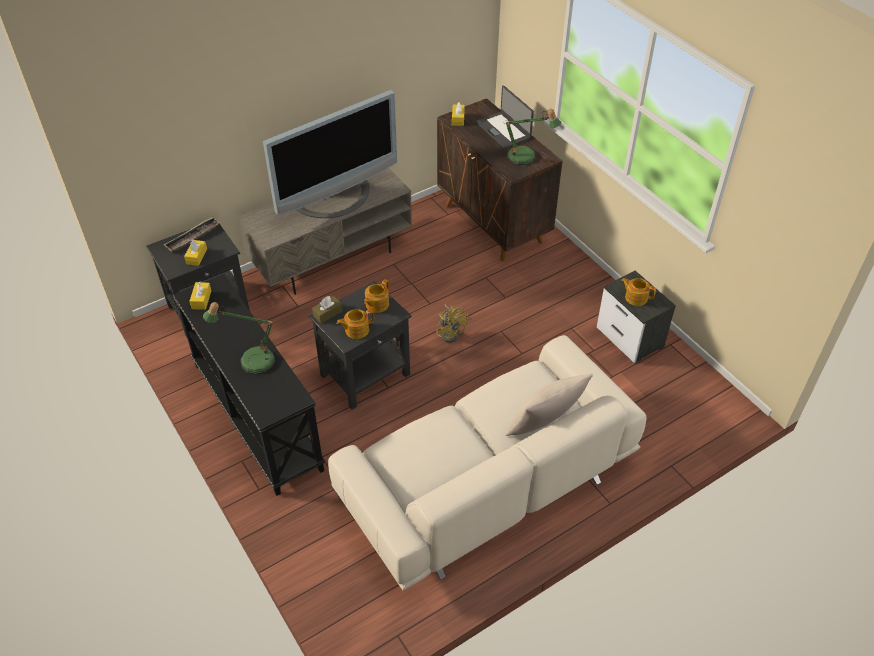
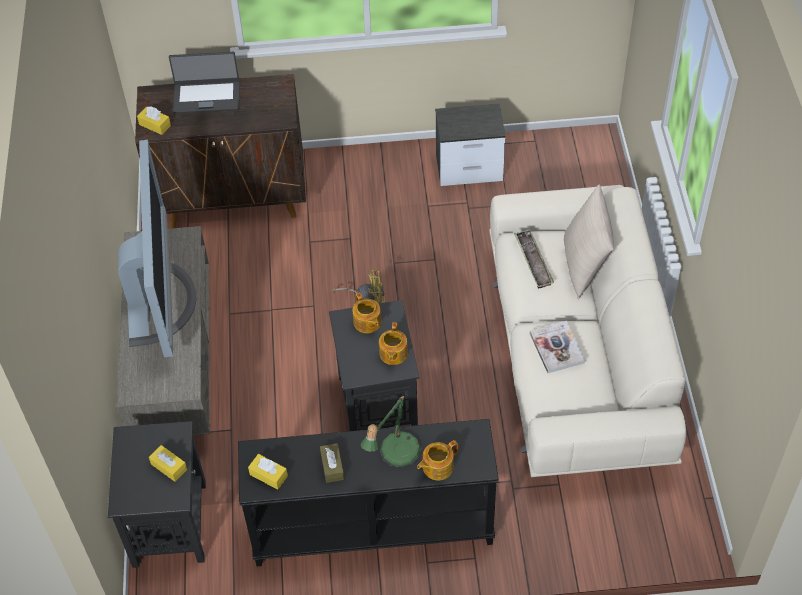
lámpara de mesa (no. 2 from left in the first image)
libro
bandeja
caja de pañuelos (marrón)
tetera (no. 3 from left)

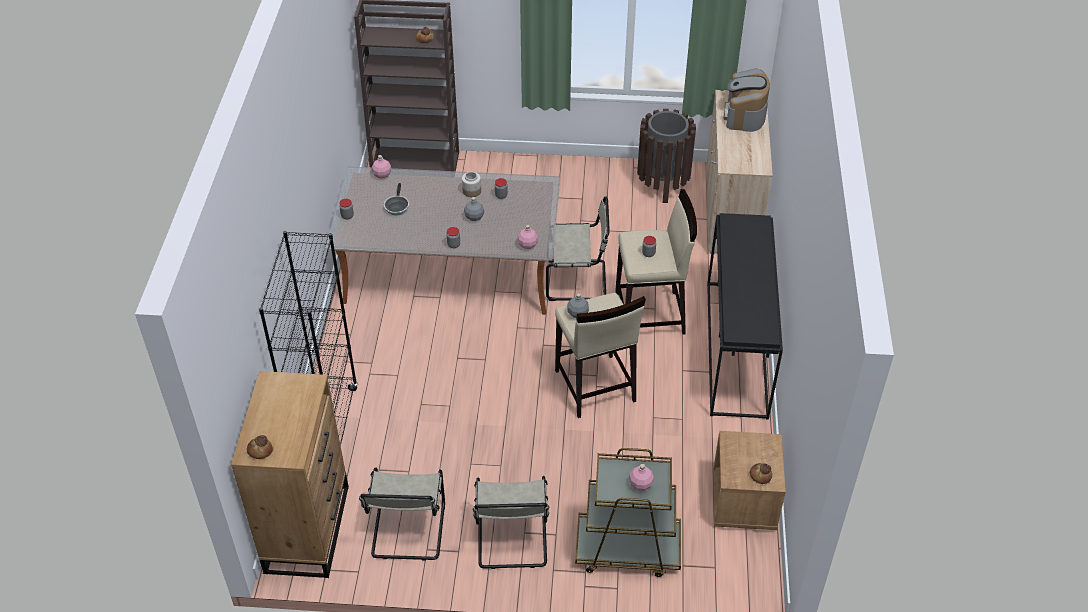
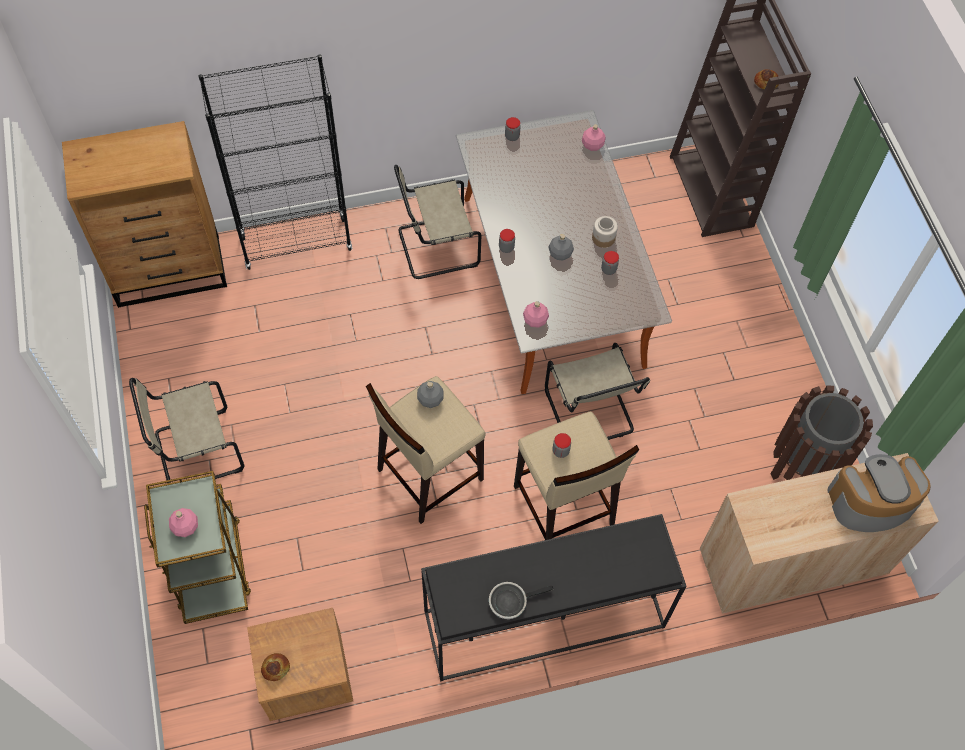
pan (no. 1 from left in the first image)
silla (beis) (no. 2 from left)
sartén

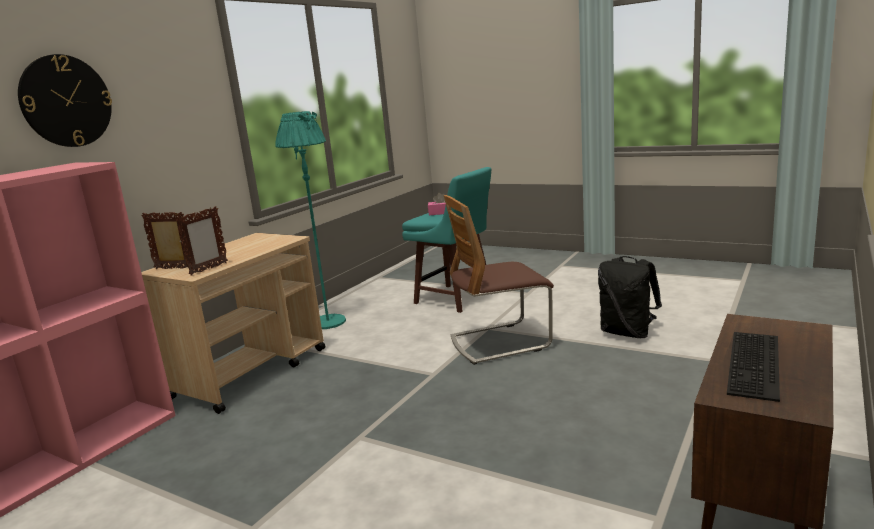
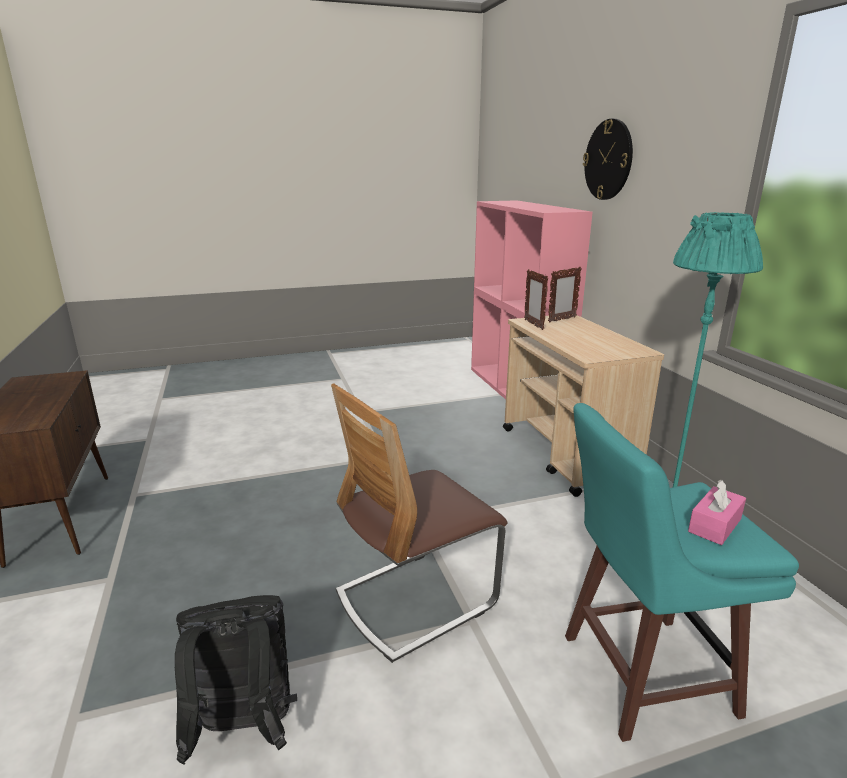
teclado
silla

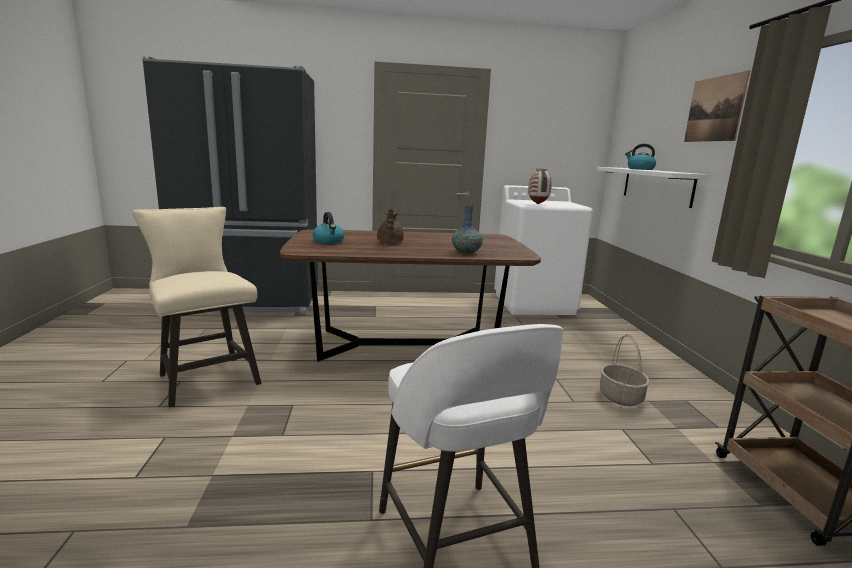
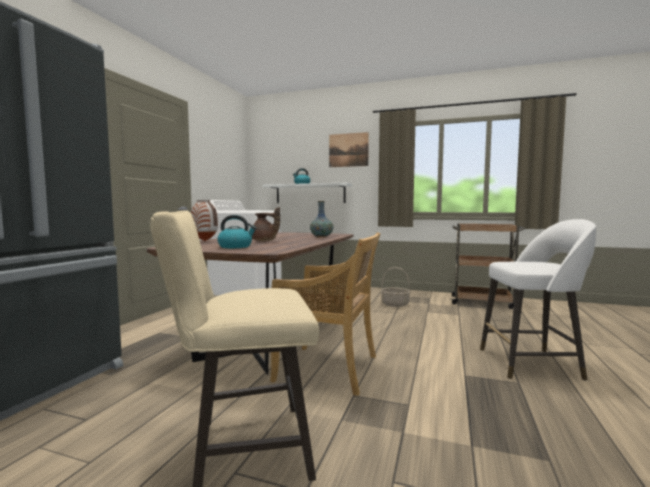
silla (beis)
florero (no. 1 from left)

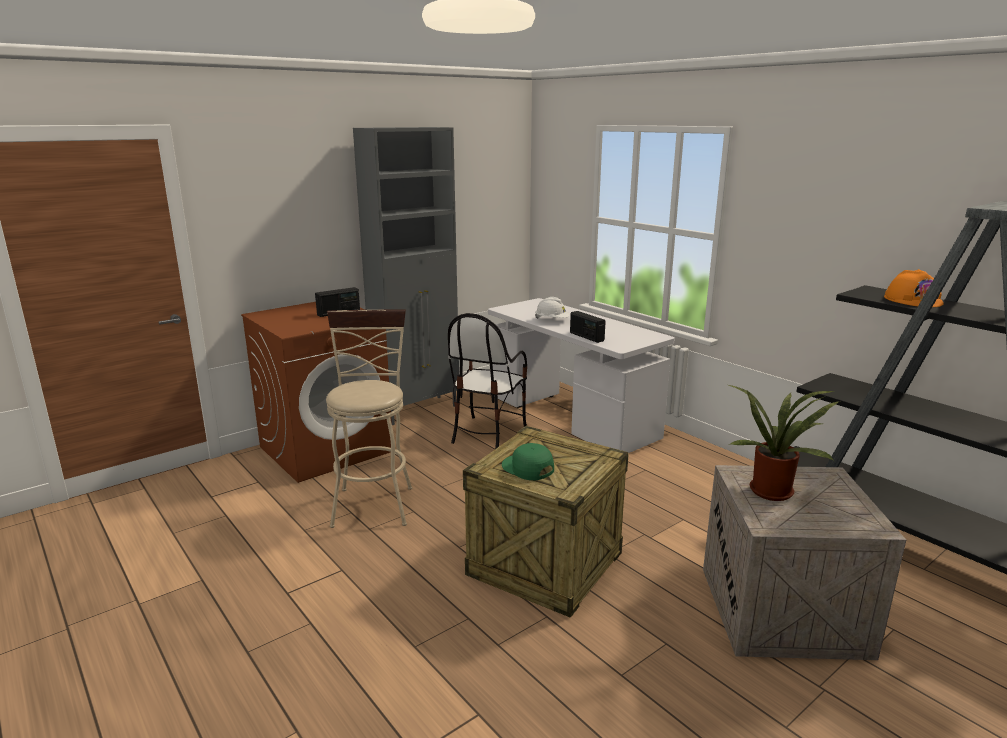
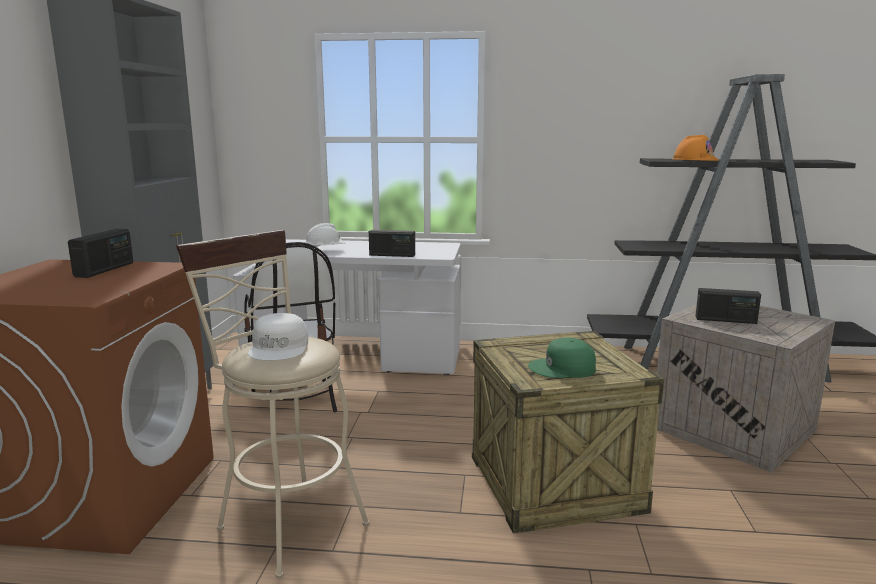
gorra (blanco)
radio (no. 3 from left)

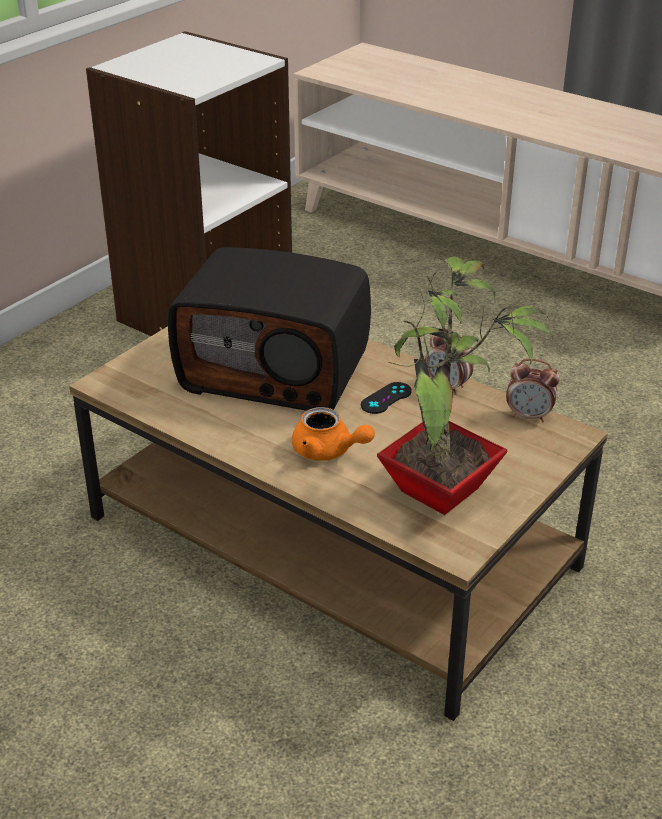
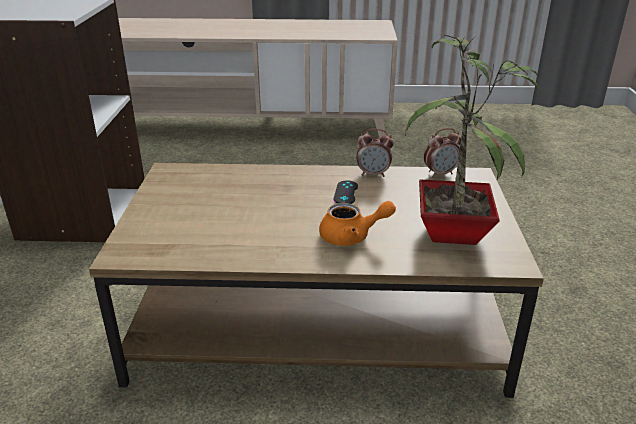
radio

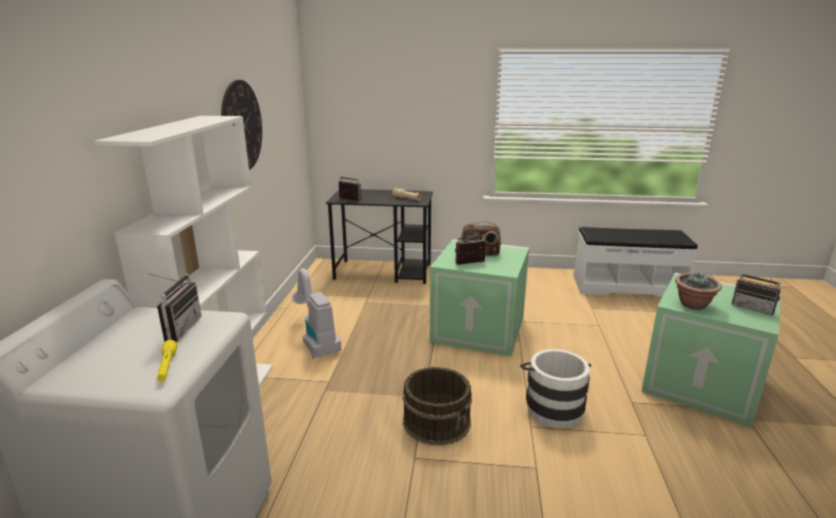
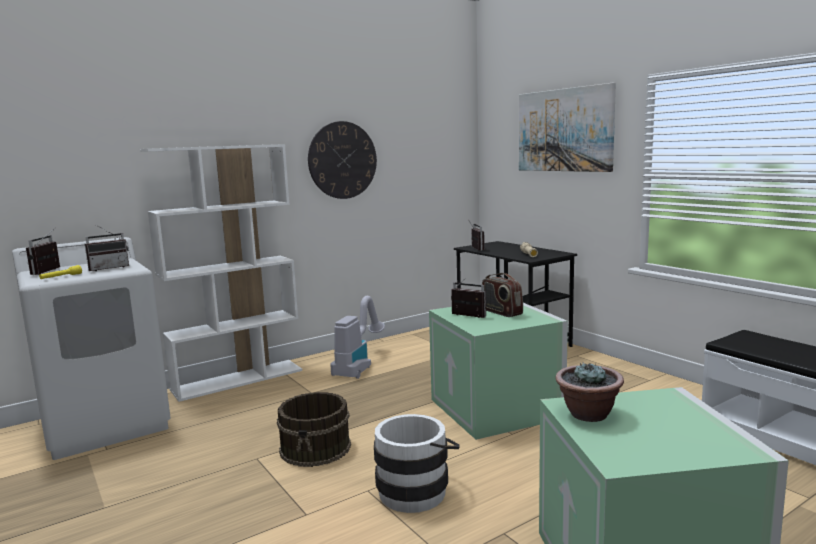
cuadro
radio (no. 1 from left)

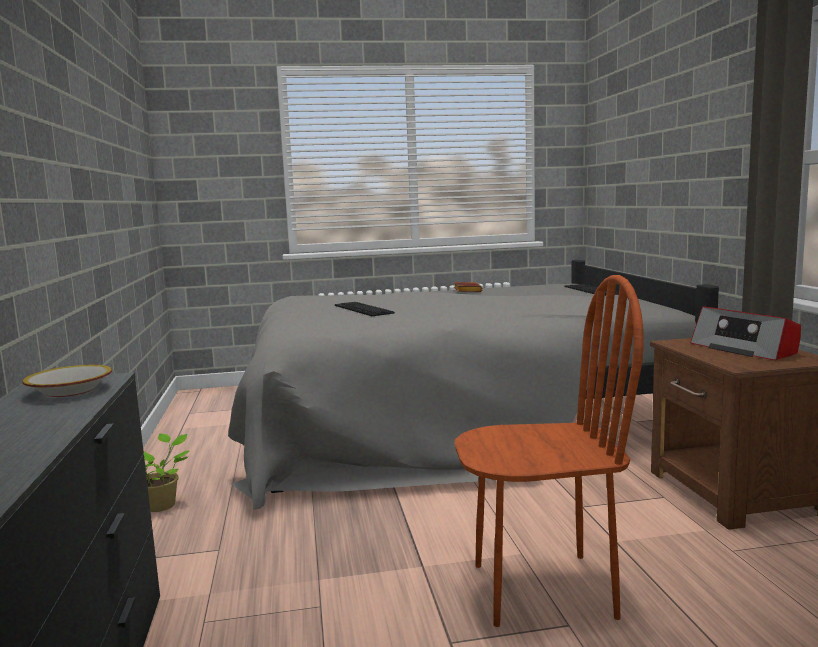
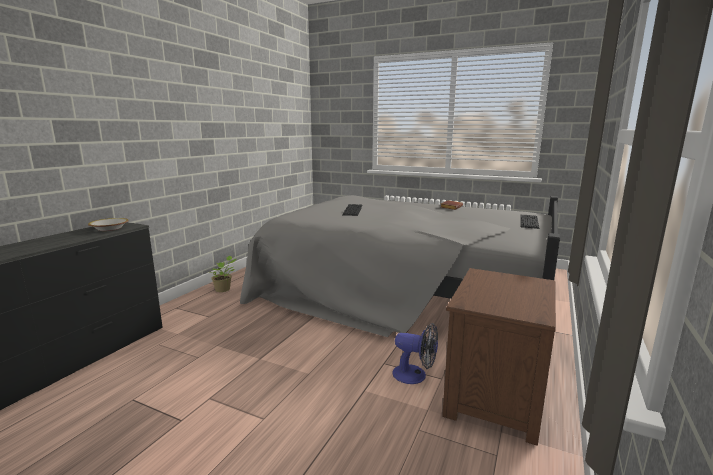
silla (marrón)
radio
ventilador

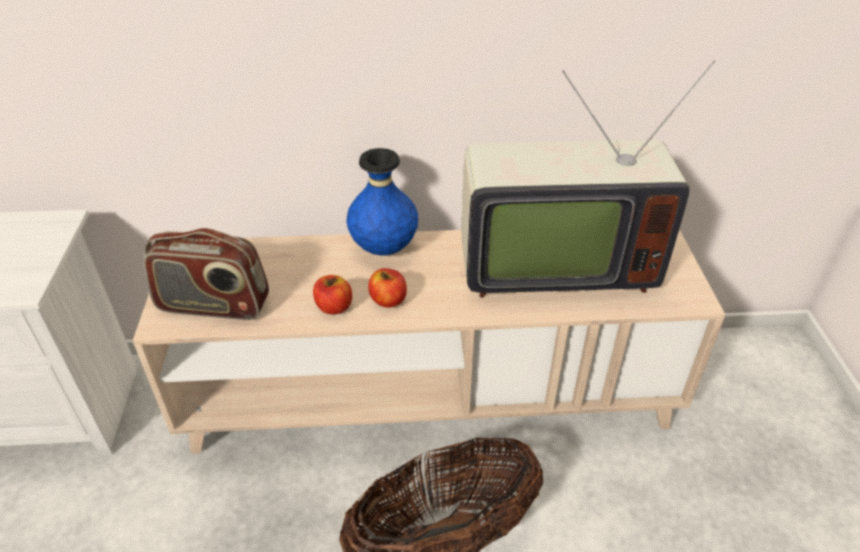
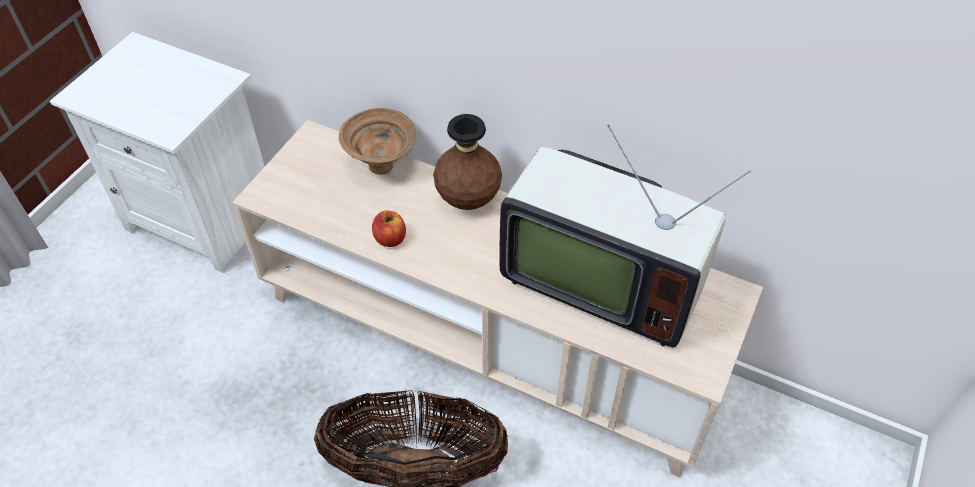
radio
manzana (no. 2 from left in the first image)
cuenco (marrón)
florero (marrón)

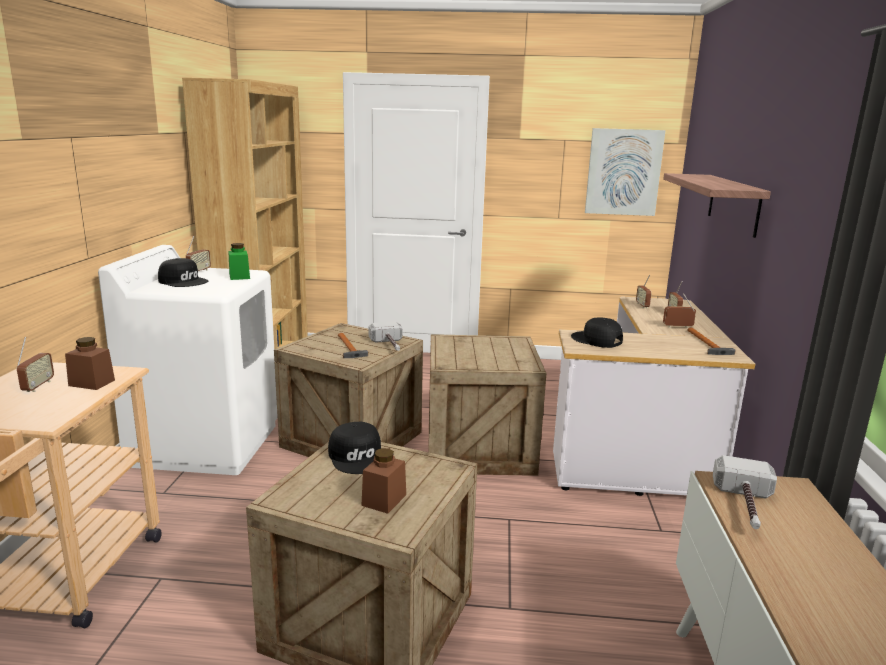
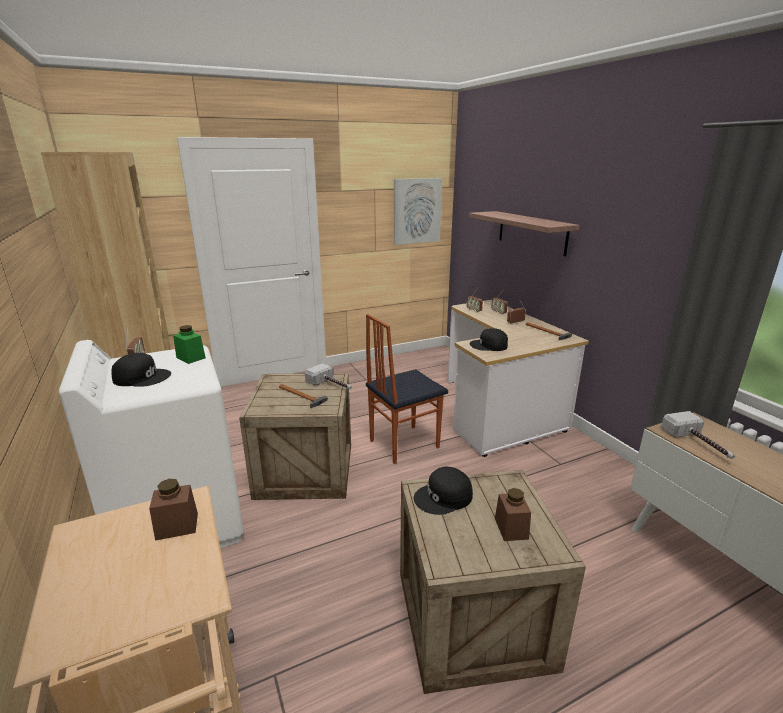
radio (no. 1 from left in the first image)
silla
gorra (negro) (no. 2 from left)

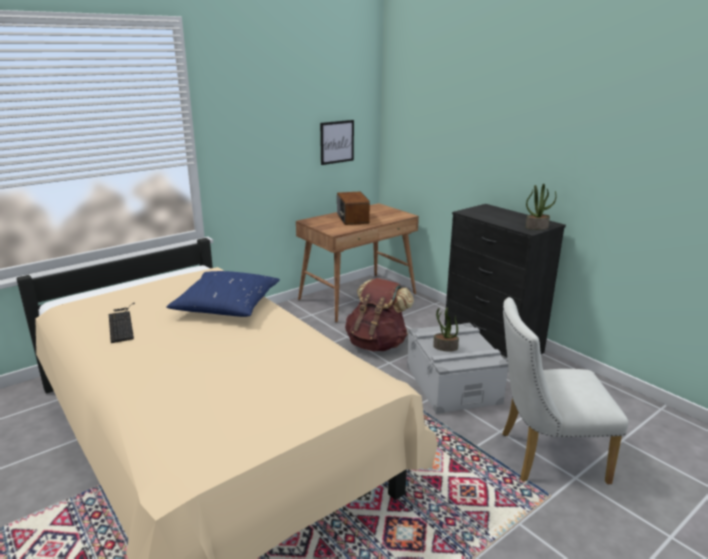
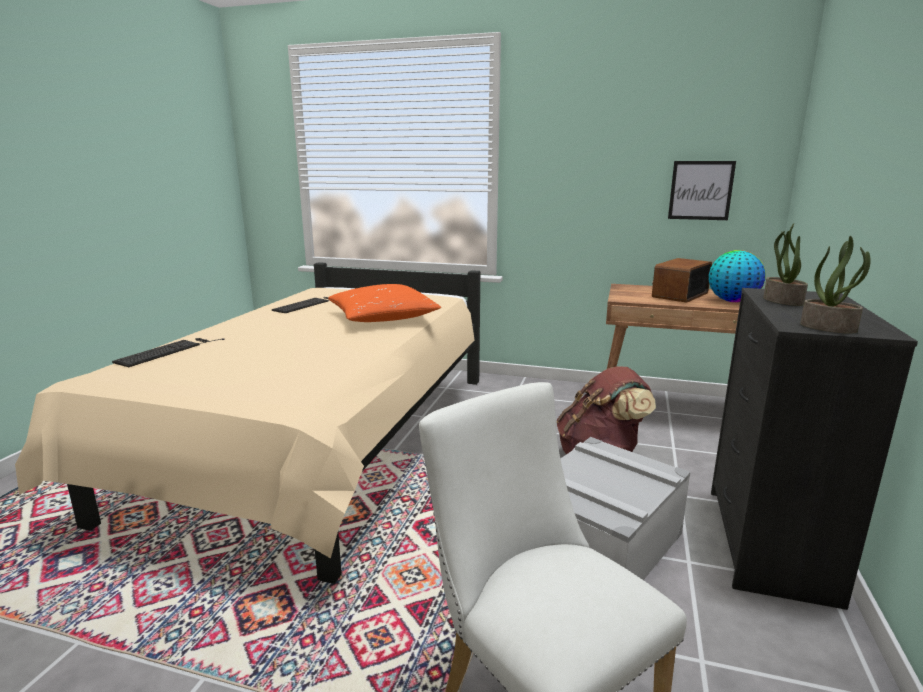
teclado (no. 1 from left)
globo terráqueo
planta en maceta (no. 1 from left)
cojín (naranja)

